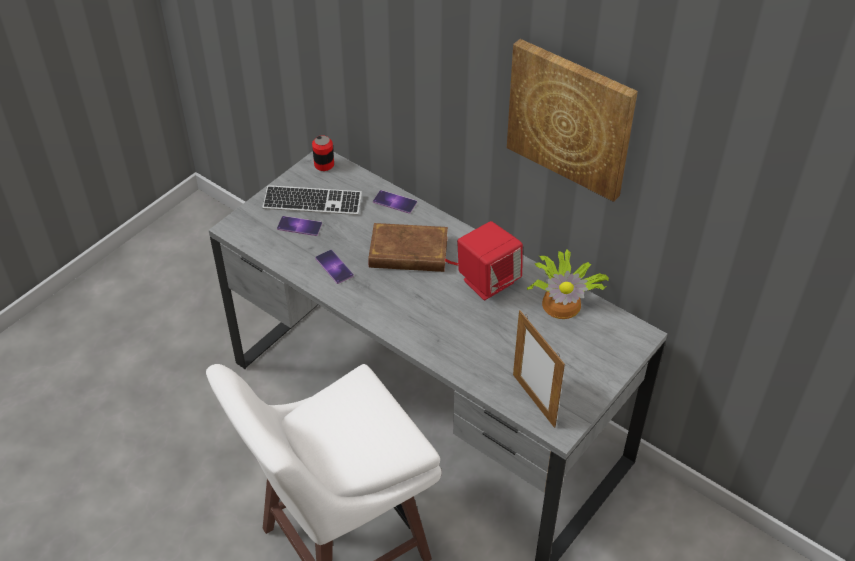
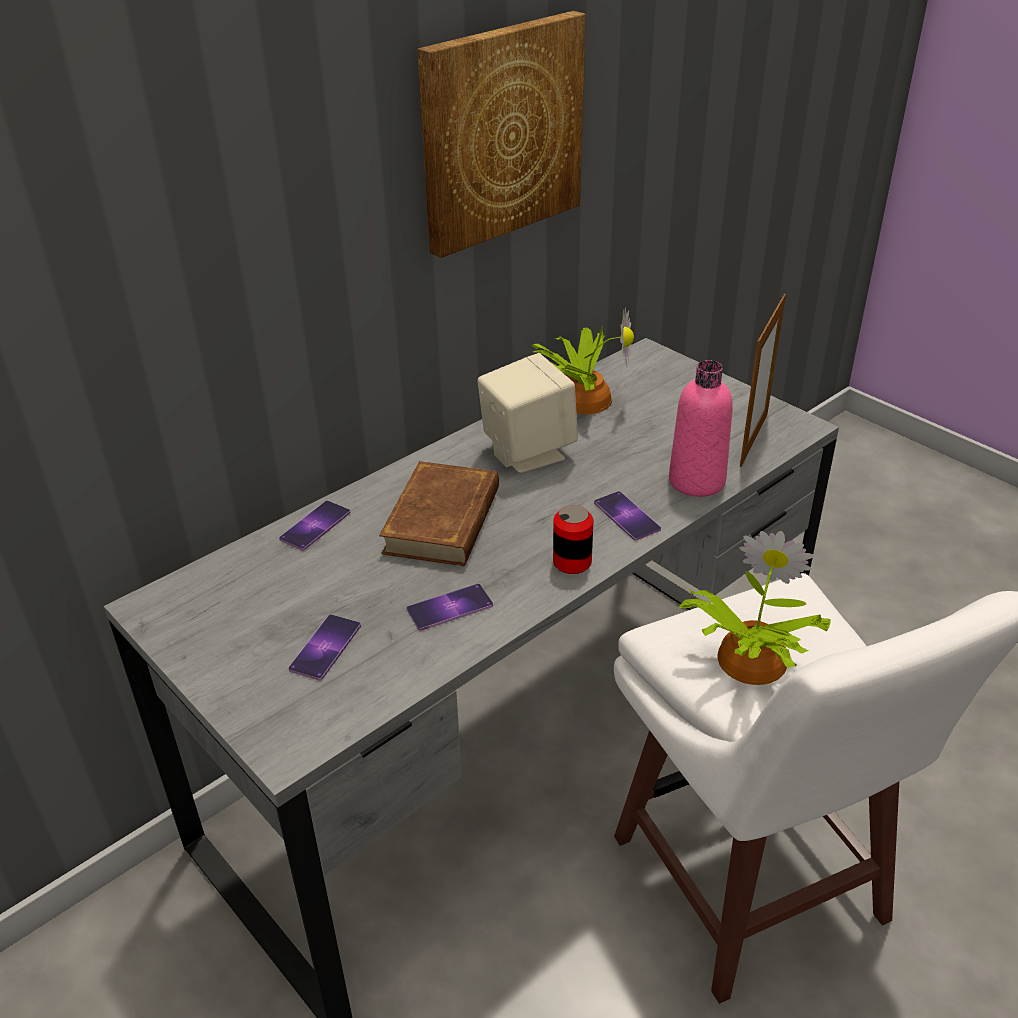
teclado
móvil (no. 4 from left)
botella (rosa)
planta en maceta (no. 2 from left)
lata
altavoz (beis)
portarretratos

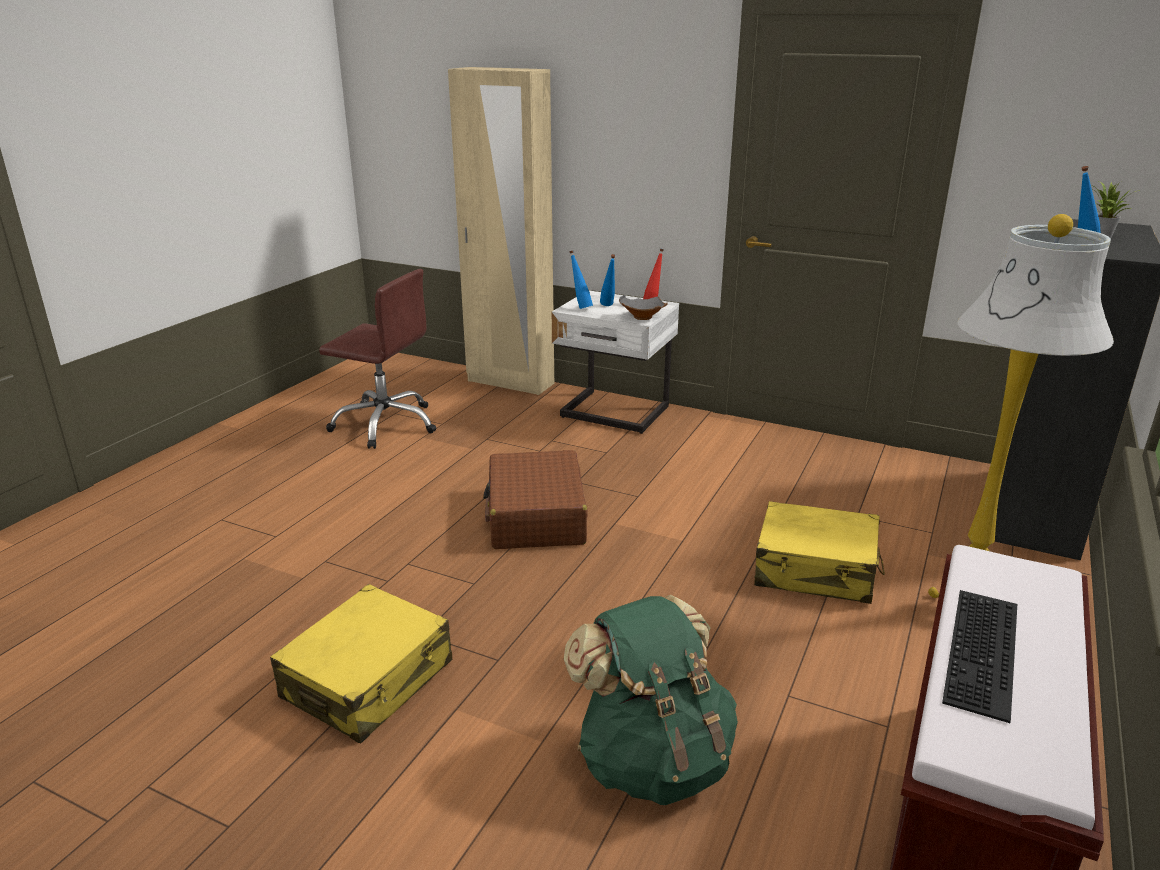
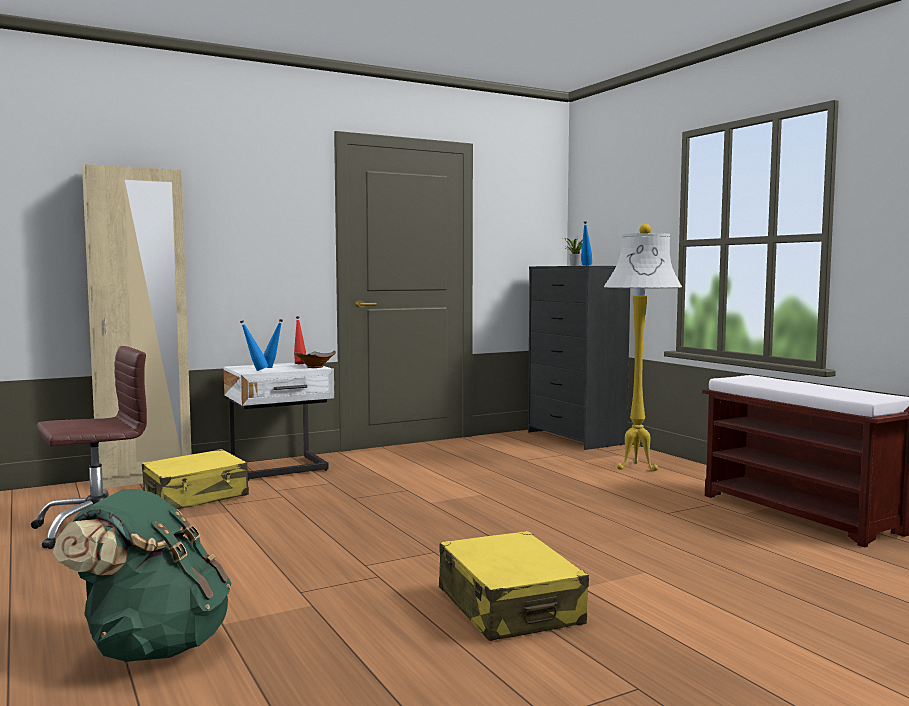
maleta (marrón)
teclado
mochila (verde)
maleta (amarillo) (no. 1 from left)

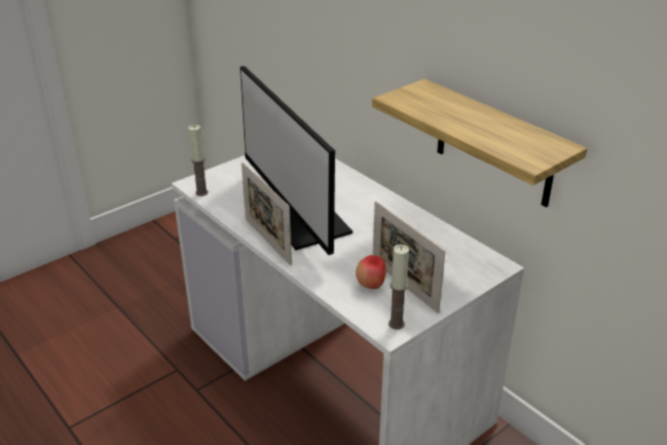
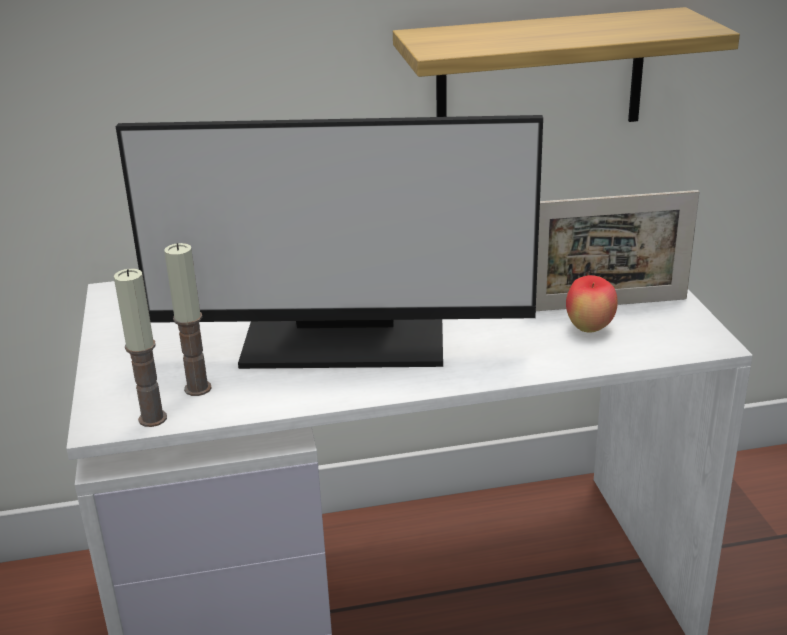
portarretratos (no. 1 from left in the first image)
vela (no. 2 from left)

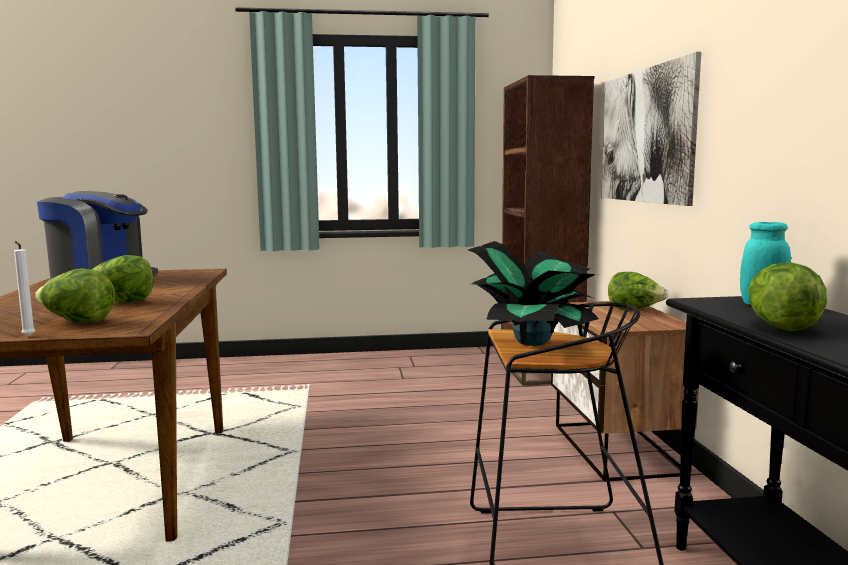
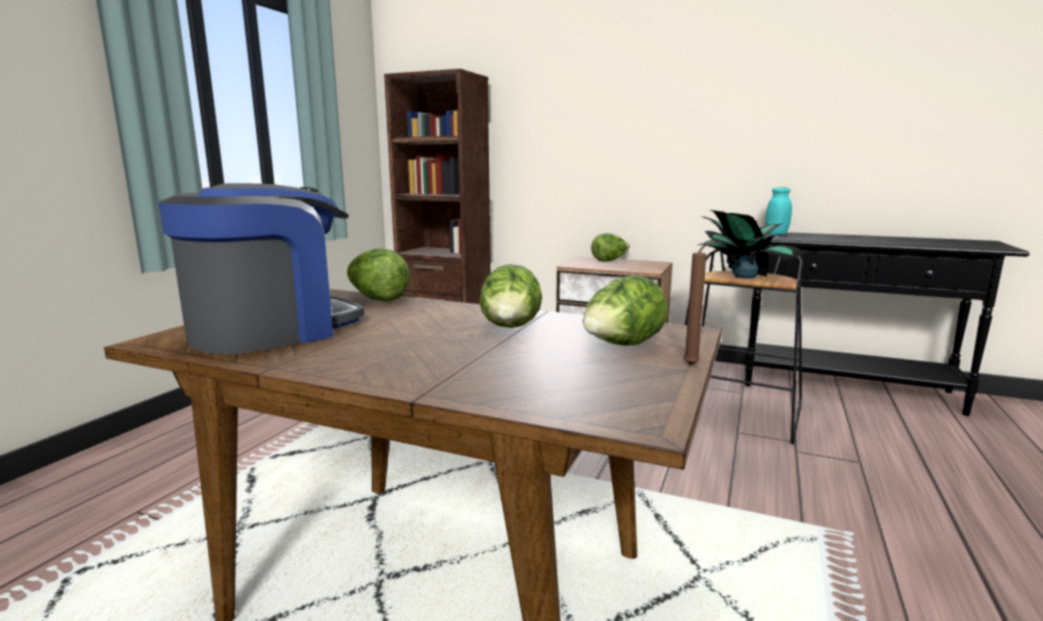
cuadro
lechuga (no. 1 from left)
vela (marrón)

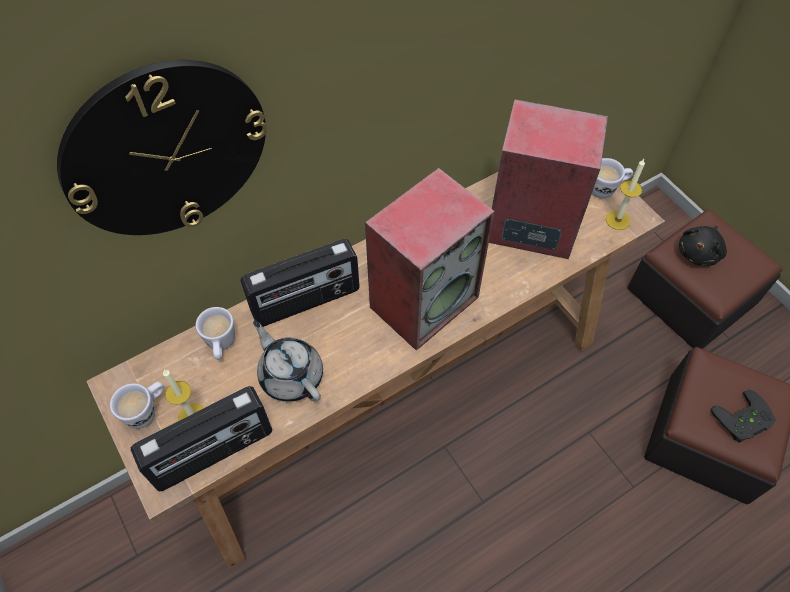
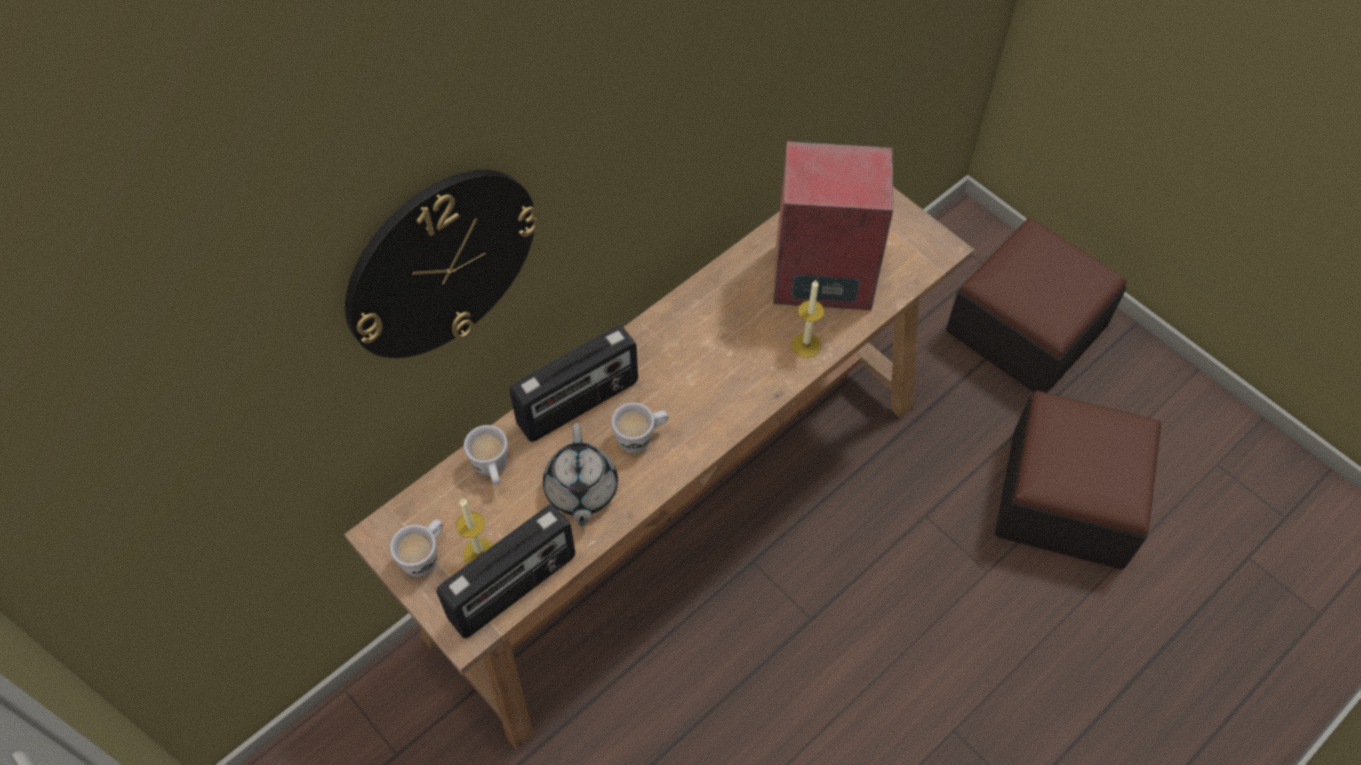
altavoz (no. 1 from left in the first image)
peluche (negro)
mando de consola (negro)
taza grande (blanco) (no. 3 from left)
vela (no. 2 from left)
tetera (gris)

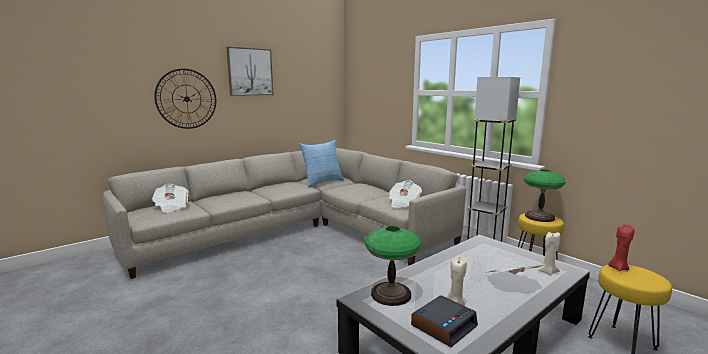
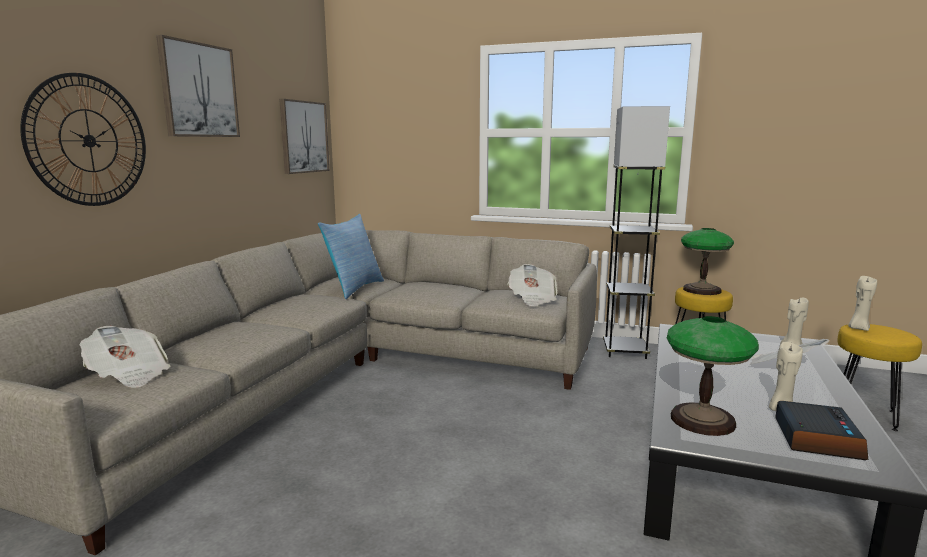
cuadro (no. 2 from left)
vela (beis) (no. 3 from left)

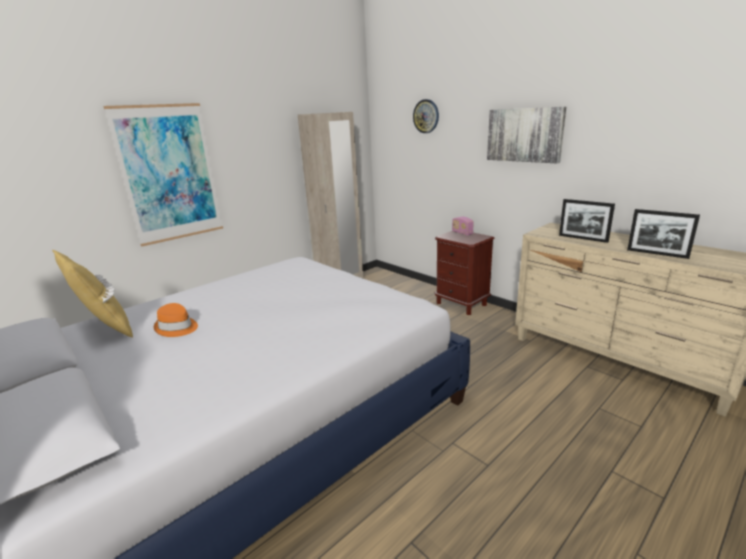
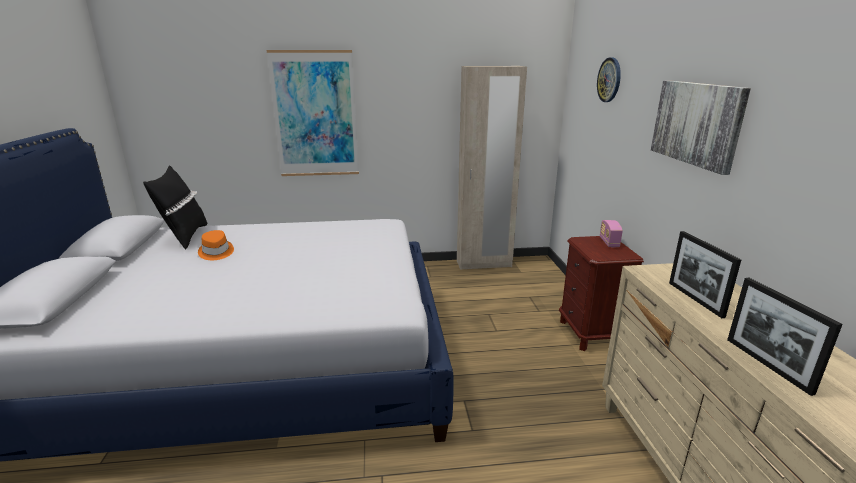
cojín (negro)

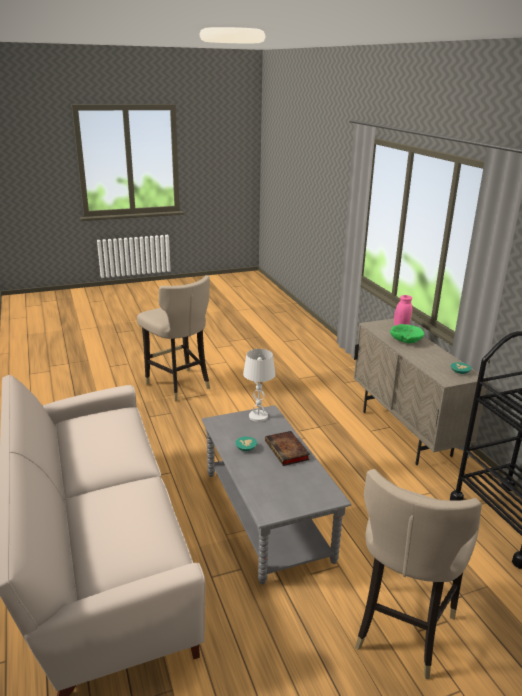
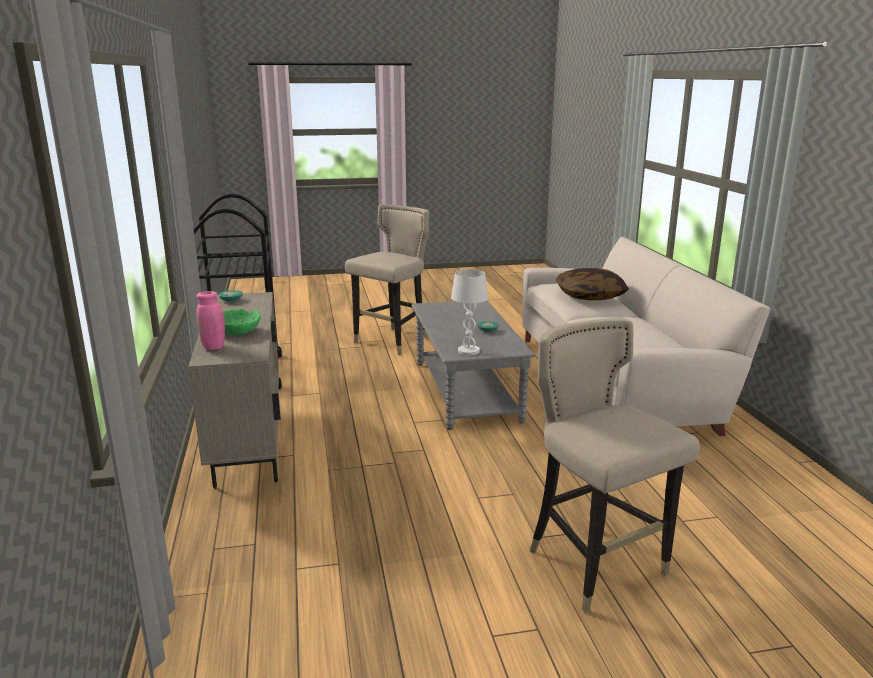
libro
cojín

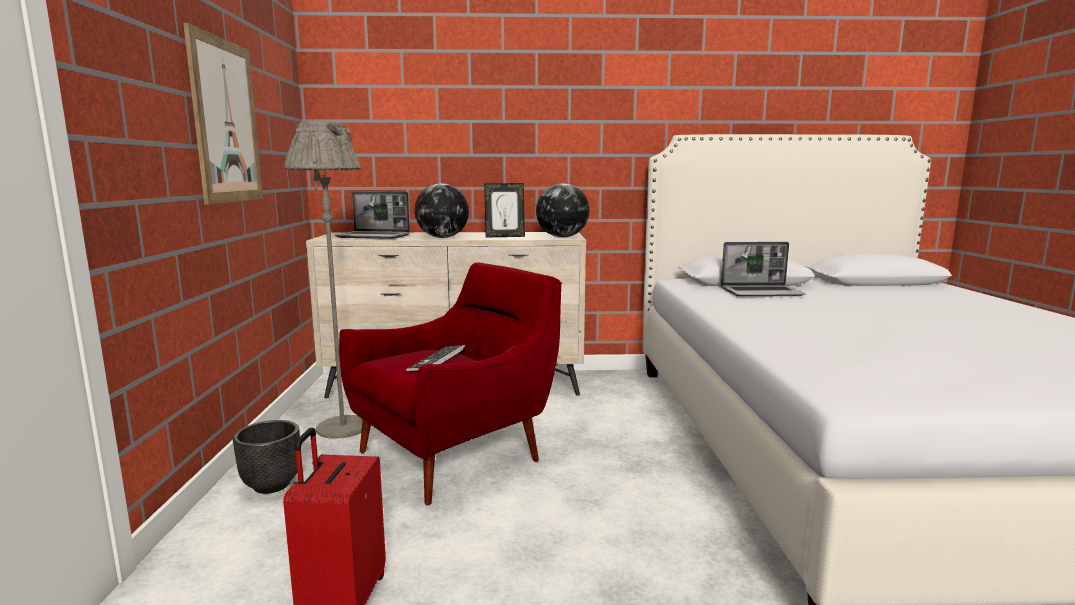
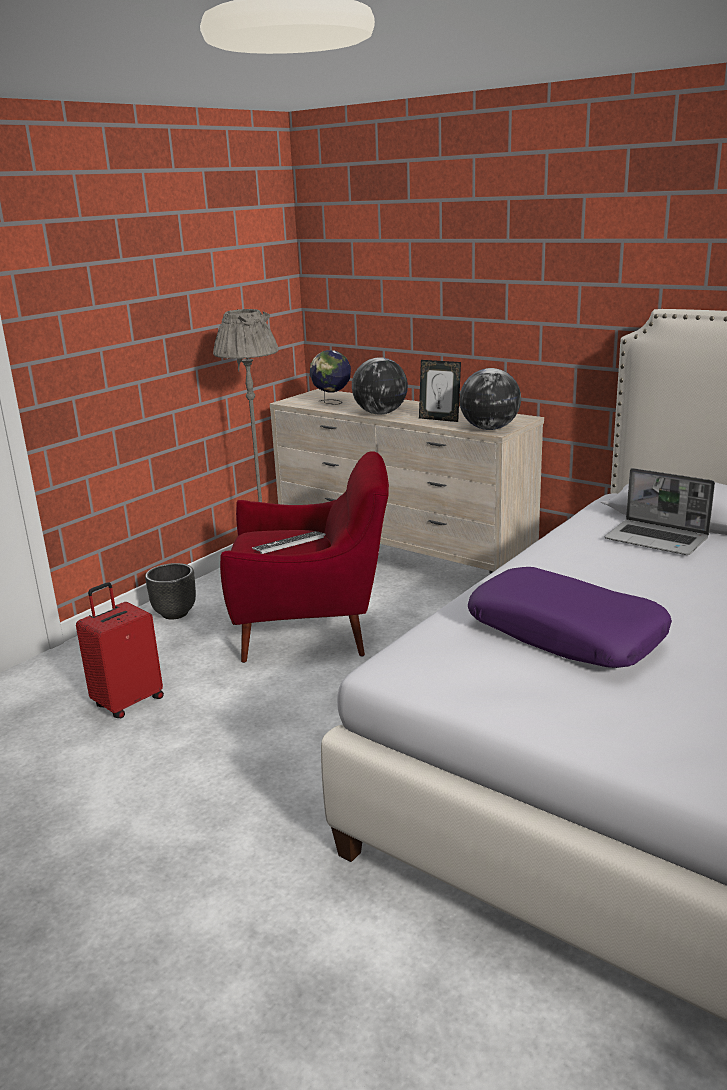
cuadro
cojín (morado)
globo terráqueo (no. 1 from left)

